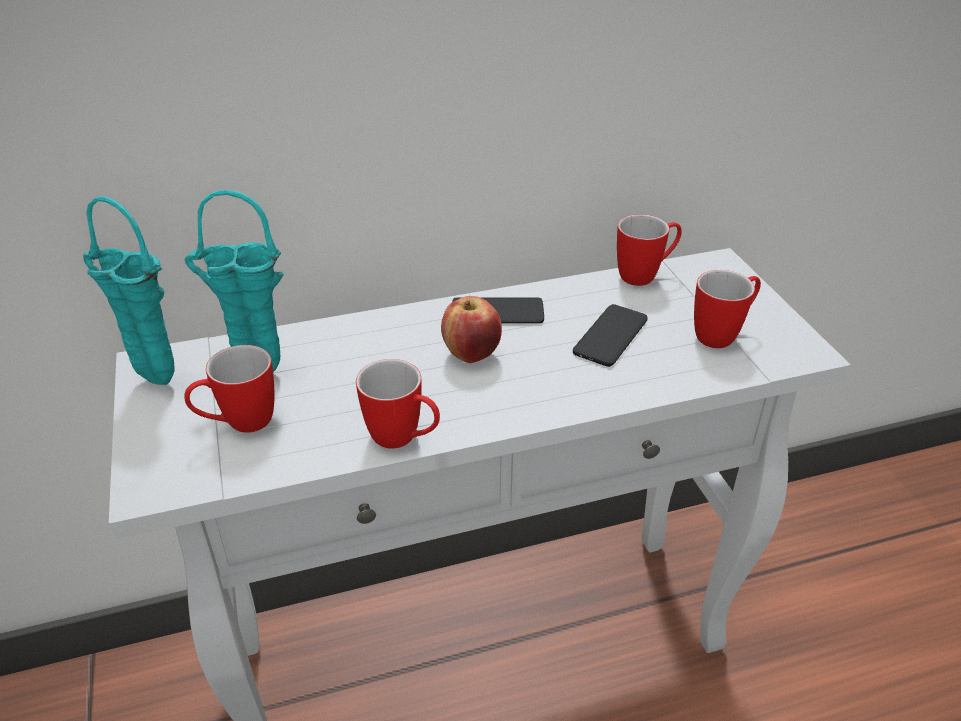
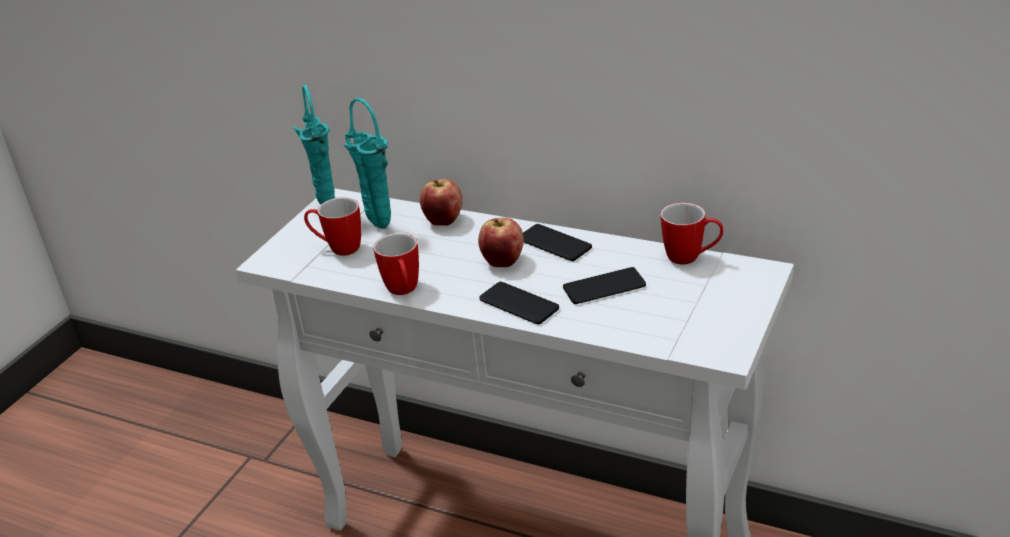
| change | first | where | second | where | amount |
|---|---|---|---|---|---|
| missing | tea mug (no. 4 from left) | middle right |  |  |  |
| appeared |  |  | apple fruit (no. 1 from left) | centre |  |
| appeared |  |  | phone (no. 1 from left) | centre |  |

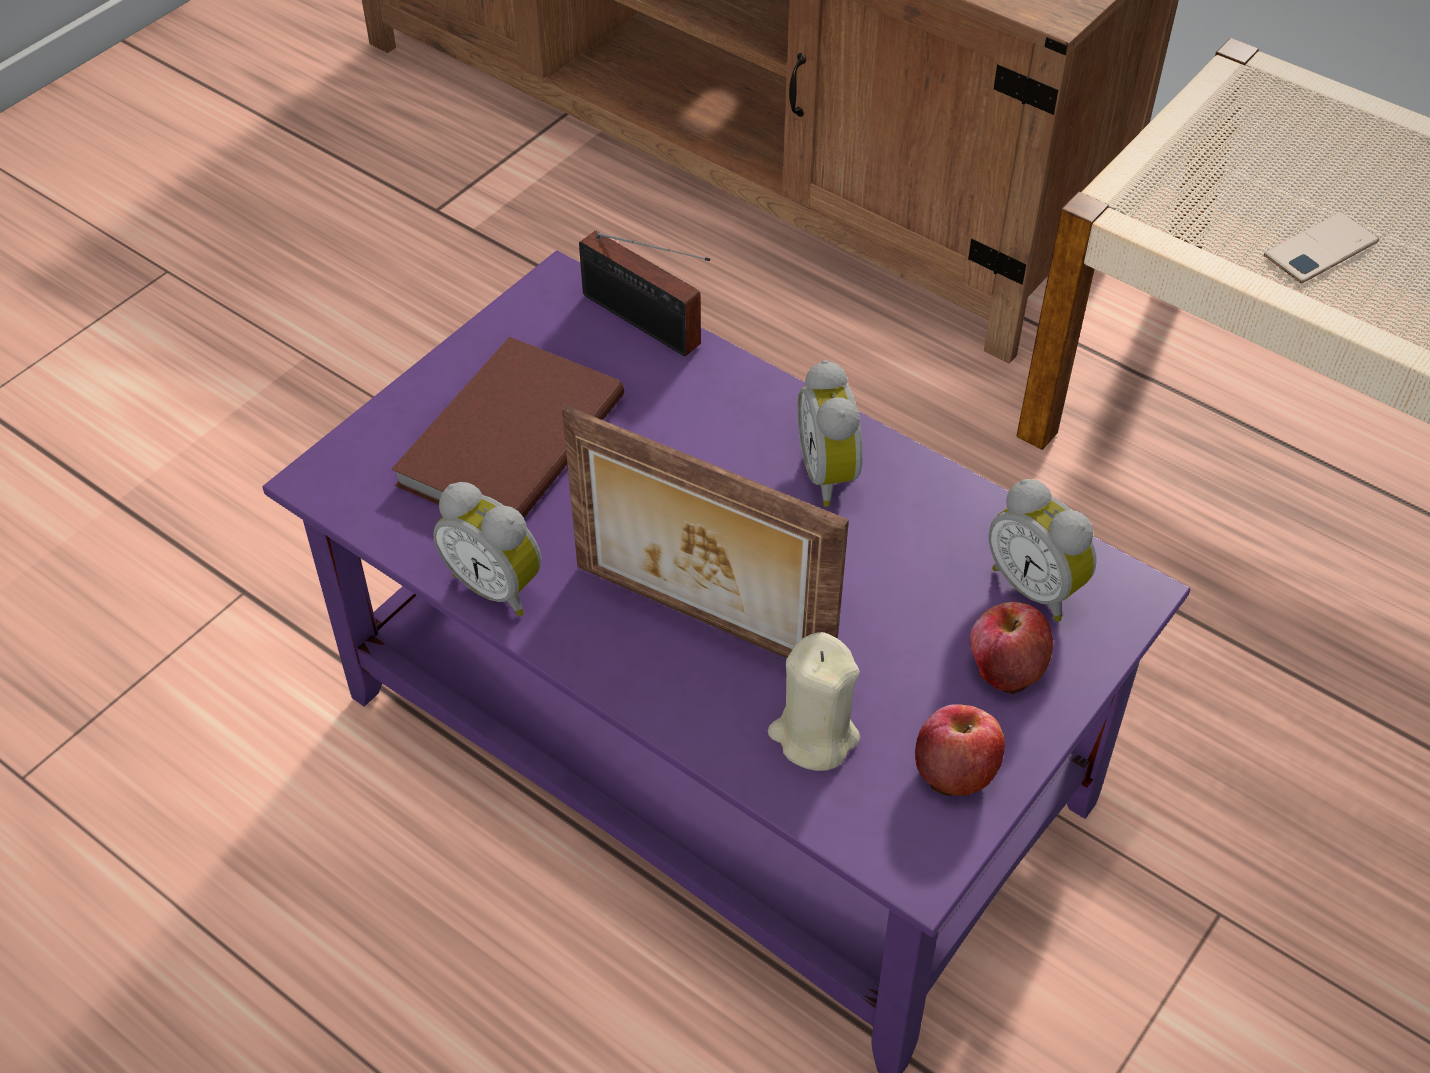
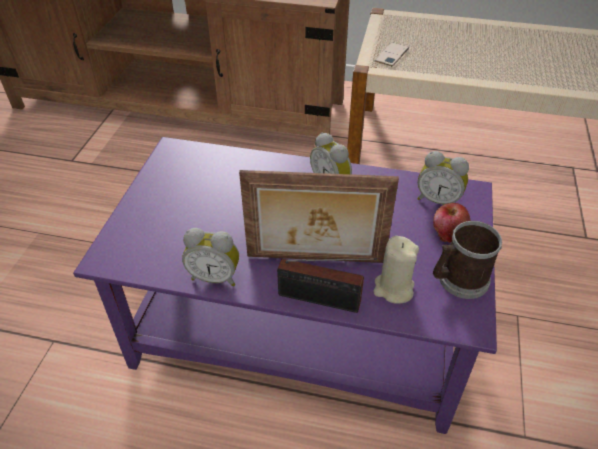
| change | first | where | second | where | amount |
|---|---|---|---|---|---|
| missing | brownish bound book | centre |  |  |  |
| relocated | radio receiver | top centre |  | centre |  |
| relocated | phone | top right |  | top centre |  |
| exchanged | apple fruit (no. 1 from left) | bottom right | tea mug | middle right |  |

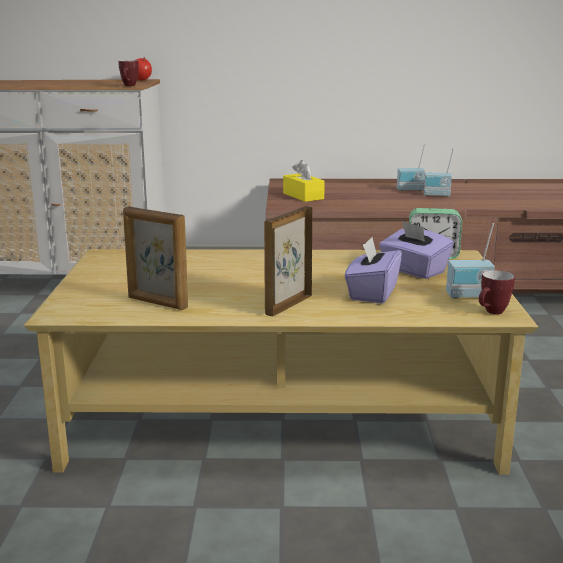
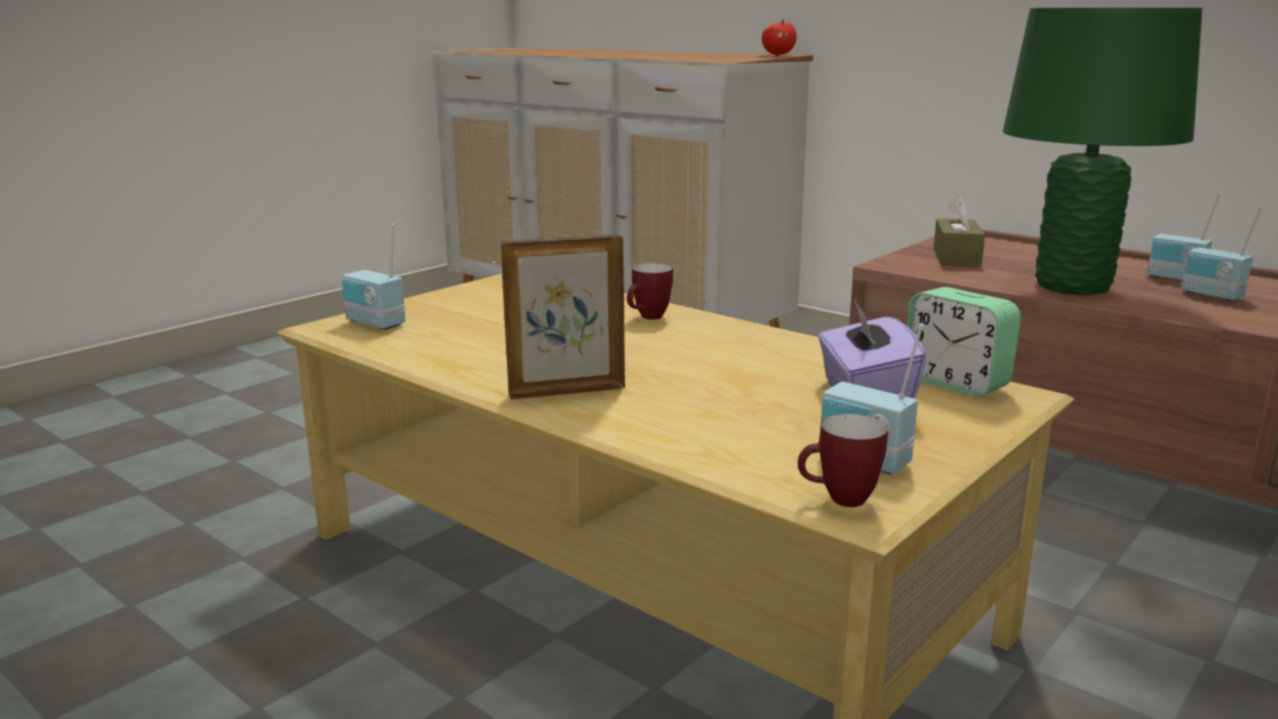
| change | first | where | second | where | amount |
|---|---|---|---|---|---|
| missing | standing frame (no. 1 from left) | middle left |  |  |  |
| missing | purple-coloured tissue box (no. 1 from left) | centre |  |  |  |
| appeared |  |  | radio receiver (no. 1 from left) | middle left |  |
| appeared |  |  | green-coloured table lamp | top right |  |
| relocated | tea mug (no. 1 from left) | top left |  | centre |  |
| colour | yellow tissue box | top centre | brownish tissue box | top right |  |

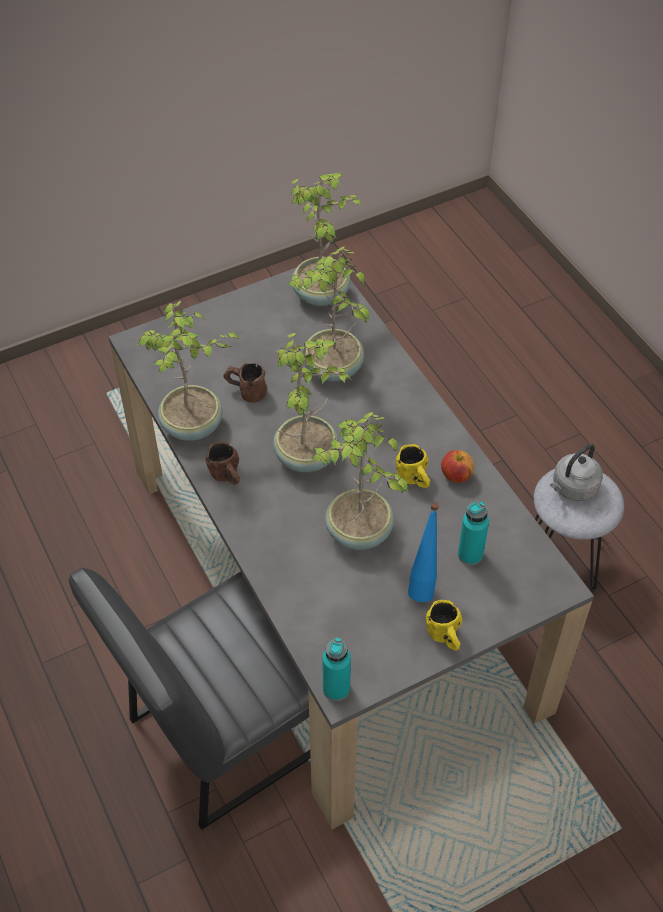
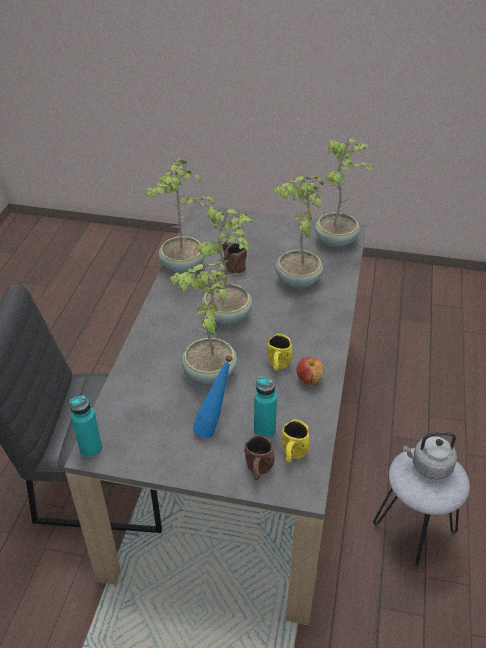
| change | first | where | second | where | amount |
|---|---|---|---|---|---|
| relocated | brownish tea mug (no. 1 from left in the first image) | centre | brownish tea mug (no. 2 from left) | bottom centre |  |
| relocated | yellow tea mug (no. 2 from left) | bottom right |  | bottom centre |  |

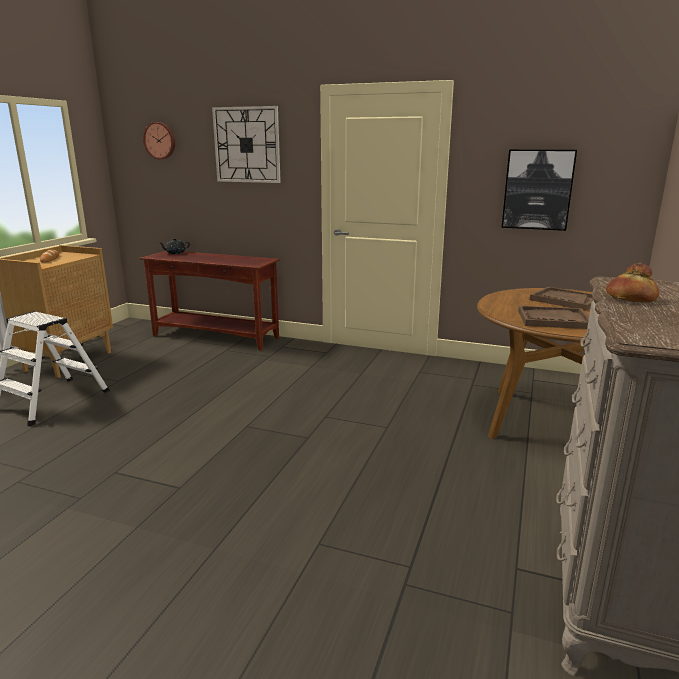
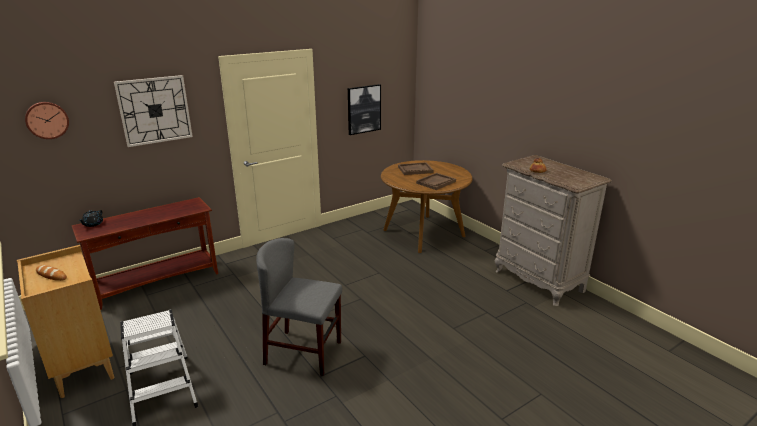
| change | first | where | second | where | amount |
|---|---|---|---|---|---|
| appeared |  |  | greyish upright chair | bottom centre |  |

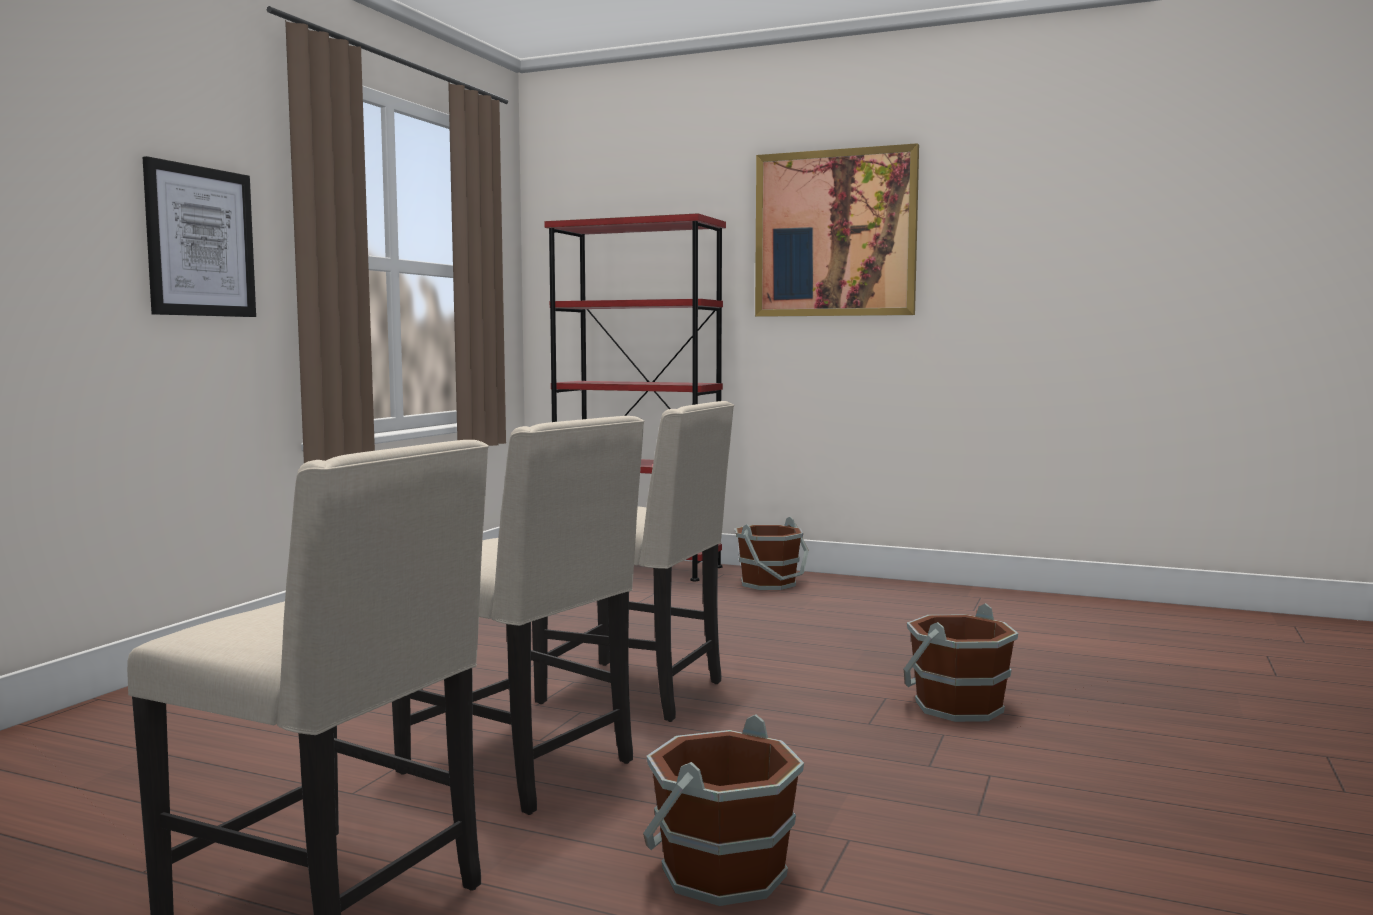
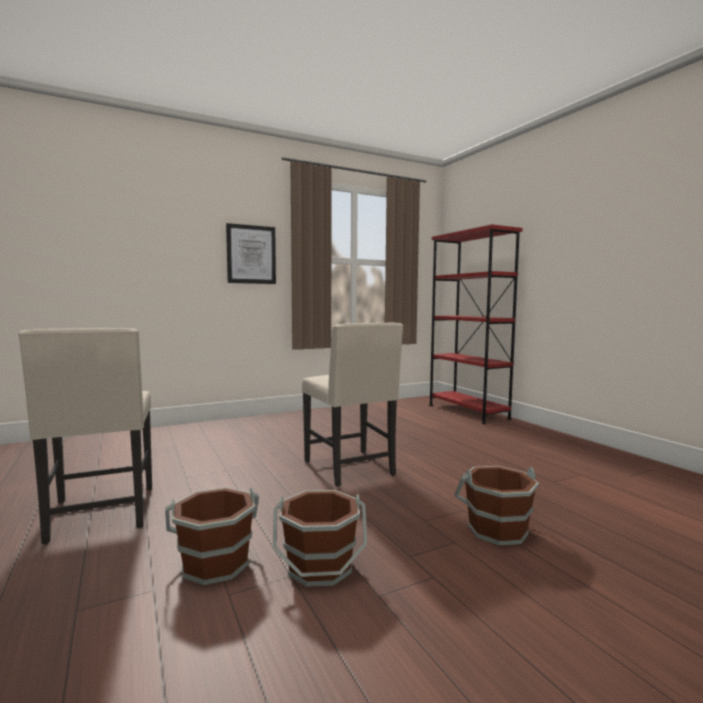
| change | first | where | second | where | amount |
|---|---|---|---|---|---|
| missing | beige-coloured upright chair (no. 2 from left) | bottom centre |  |  |  |
| missing | picture (no. 2 from left) | top centre |  |  |  |
| relocated | brownish pail (no. 2 from left) | centre |  | bottom centre |  |

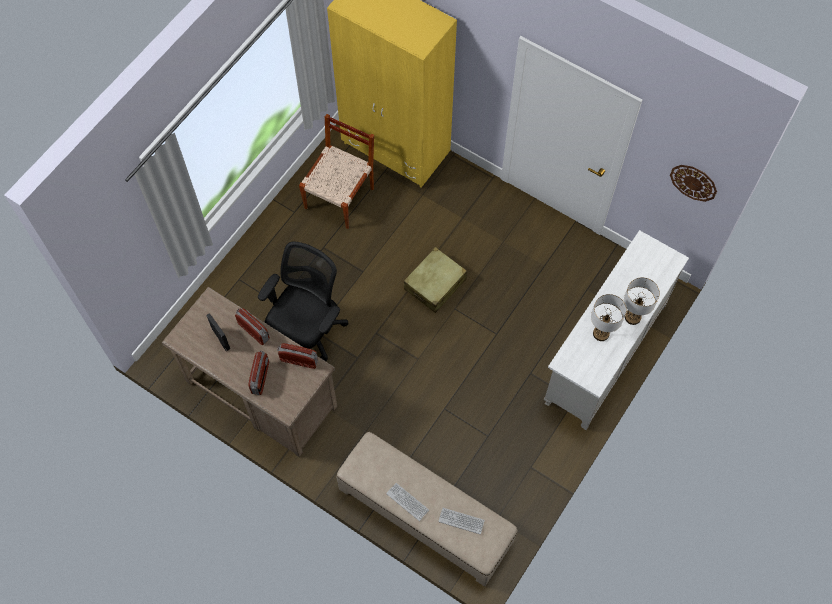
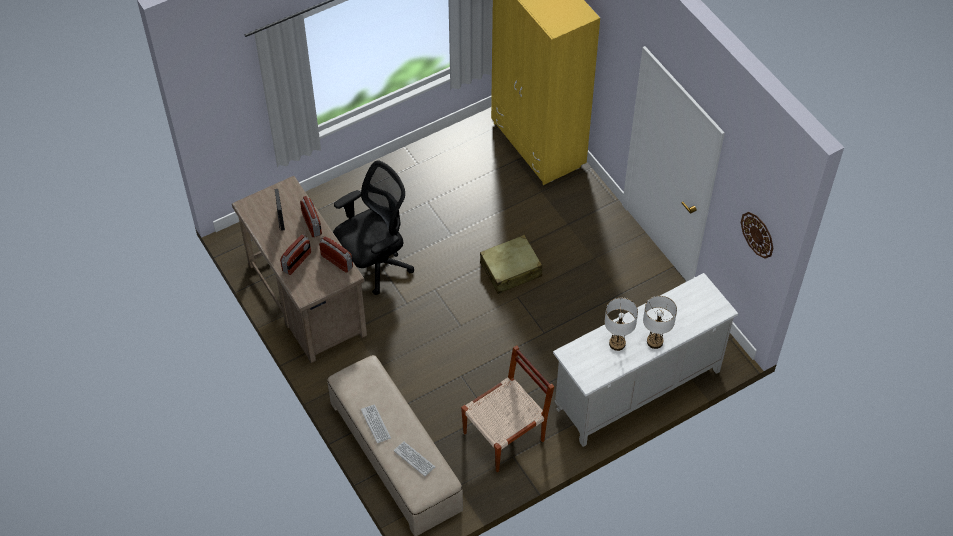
| change | first | where | second | where | amount |
|---|---|---|---|---|---|
| relocated | upright chair | top centre |  | bottom centre |  |

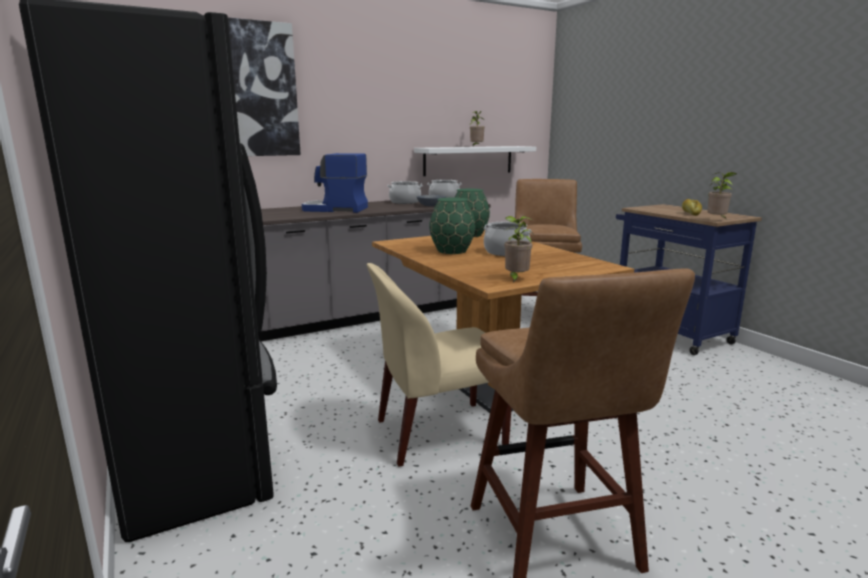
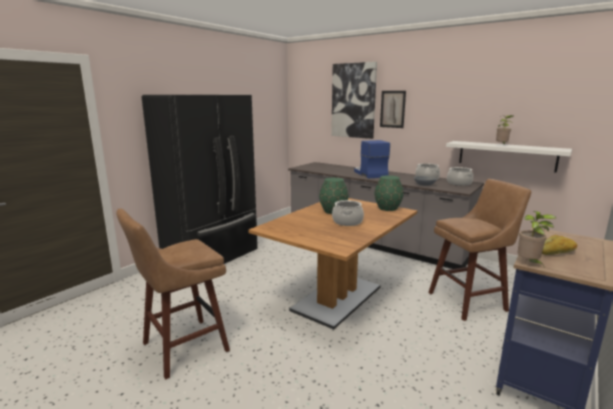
| change | first | where | second | where | amount |
|---|---|---|---|---|---|
| missing | beige-coloured upright chair | centre |  |  |  |
| missing | potted plant (no. 2 from left) | centre |  |  |  |
| appeared |  |  | picture (no. 2 from left) | top centre |  |

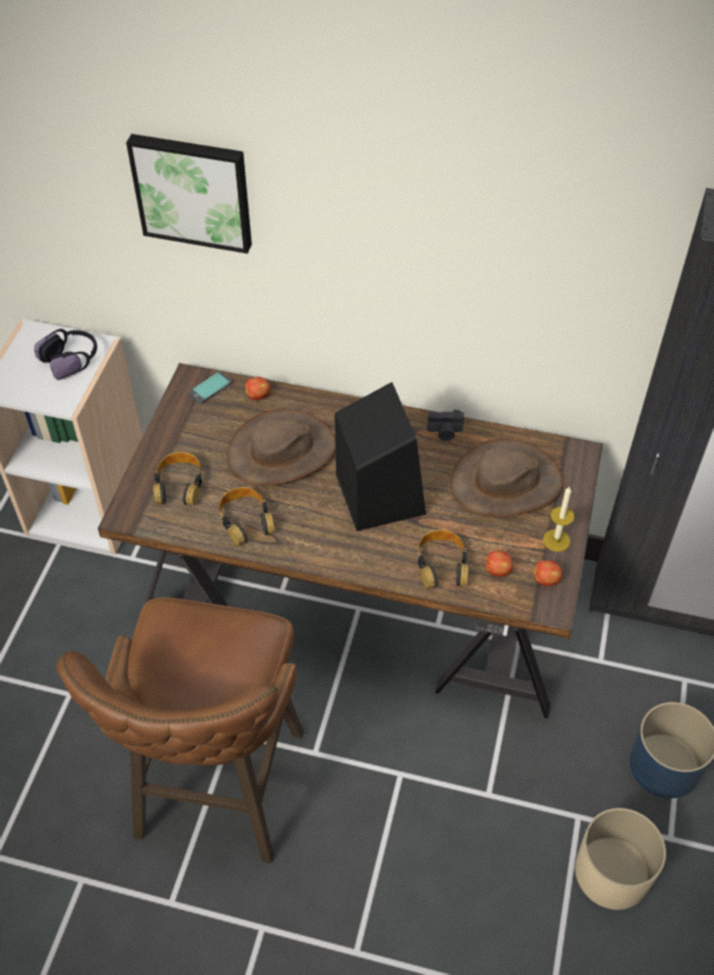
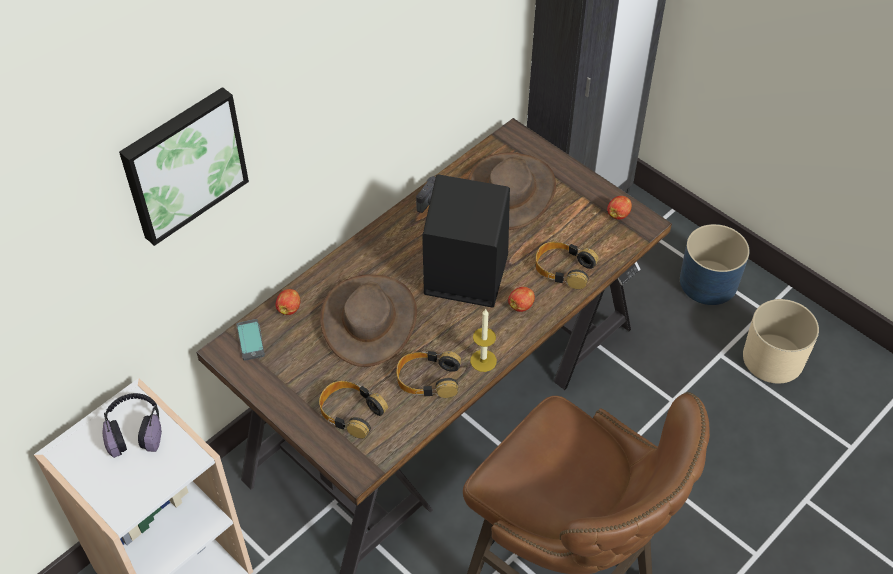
| change | first | where | second | where | amount |
|---|---|---|---|---|---|
| relocated | apple fruit (no. 2 from left) | middle right |  | centre |  |
| relocated | wax light | middle right |  | centre |  |

